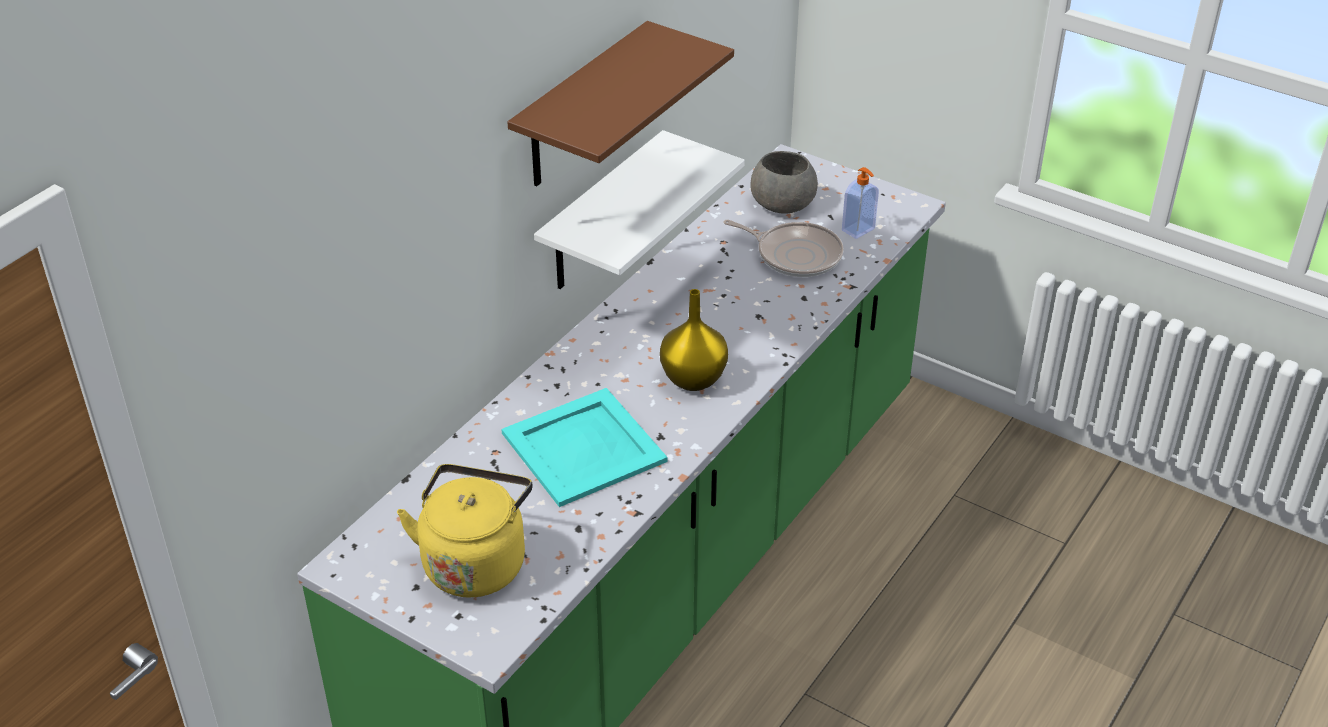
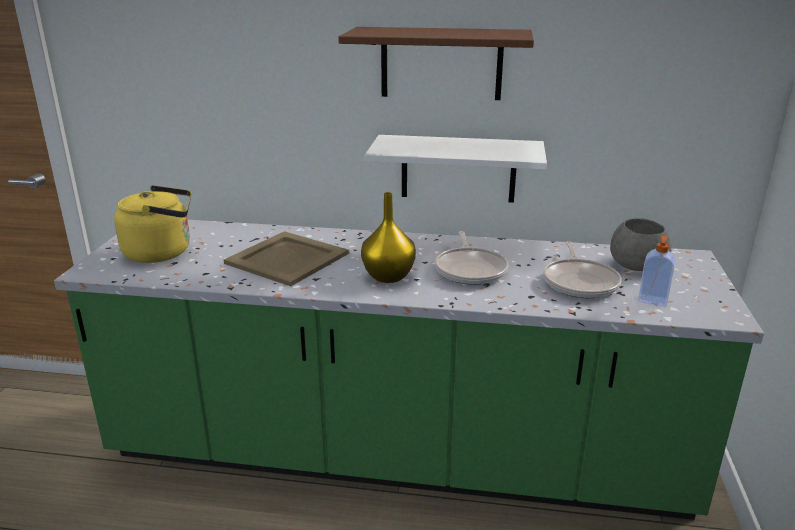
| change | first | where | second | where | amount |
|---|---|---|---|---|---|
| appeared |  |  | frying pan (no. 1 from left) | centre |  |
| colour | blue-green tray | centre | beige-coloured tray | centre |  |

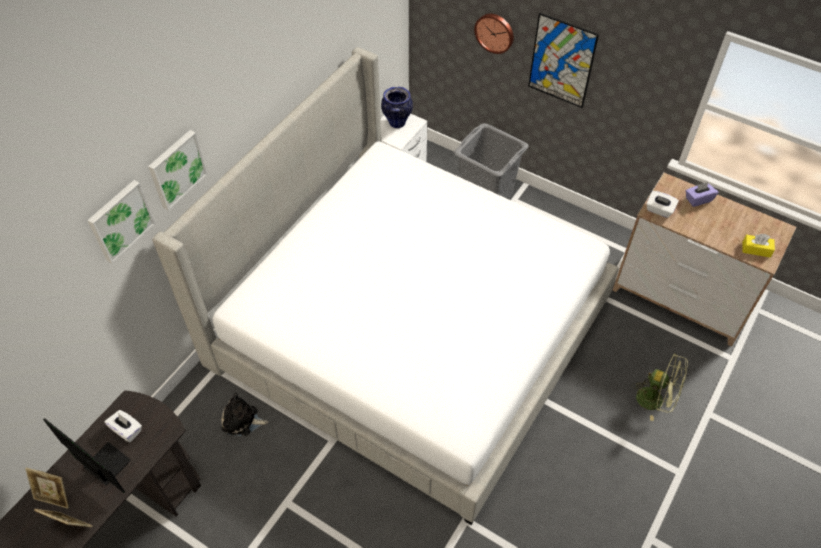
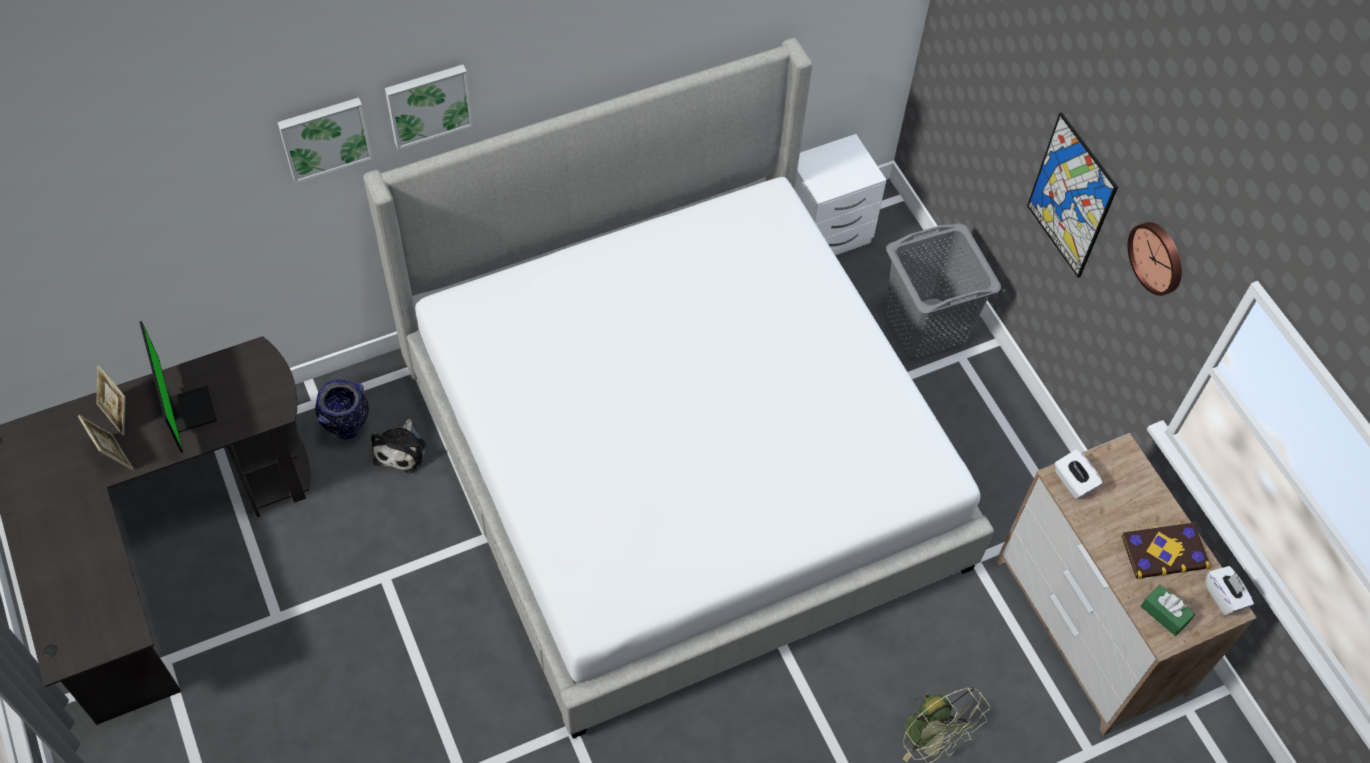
| change | first | where | second | where | amount |
|---|---|---|---|---|---|
| missing | purple-coloured tissue box | middle right |  |  |  |
| appeared |  |  | bound book | bottom right |  |
| relocated | whitish tissue box (no. 1 from left in the first image) | bottom left | whitish tissue box (no. 2 from left) | bottom right |  |
| relocated | vase | top centre |  | middle left |  |
| relocated | clock on the wall | top centre |  | middle right |  |
| colour | yellow tissue box | middle right | green-coloured tissue box | bottom right |  |
| spun | plush toy | bottom left |  | middle left | 120 degrees counterclockwise |

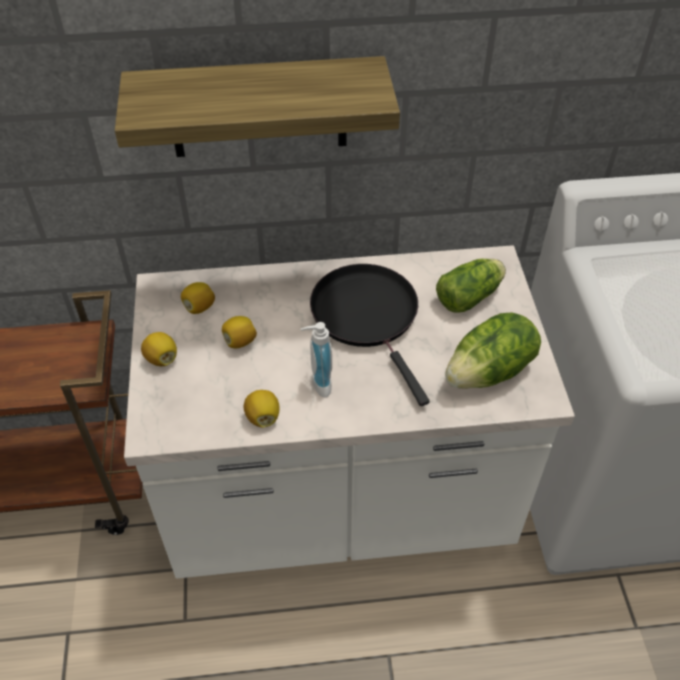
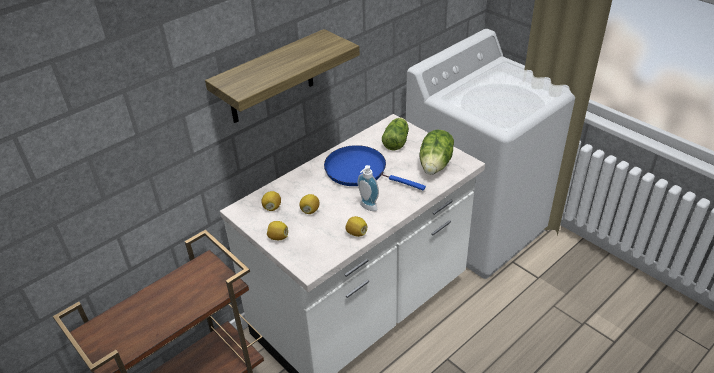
| change | first | where | second | where | amount |
|---|---|---|---|---|---|
| colour | black frying pan | centre | bluish frying pan | centre |  |

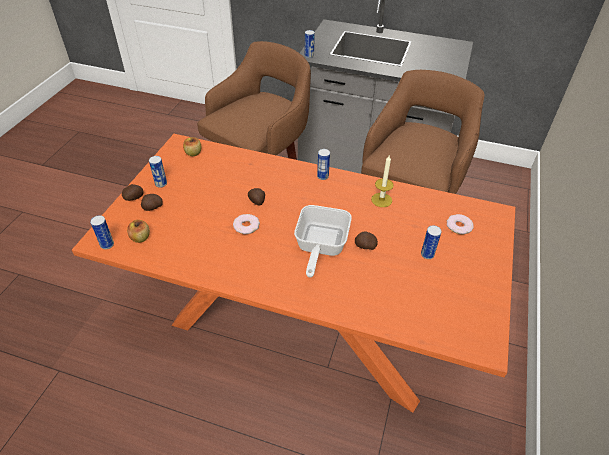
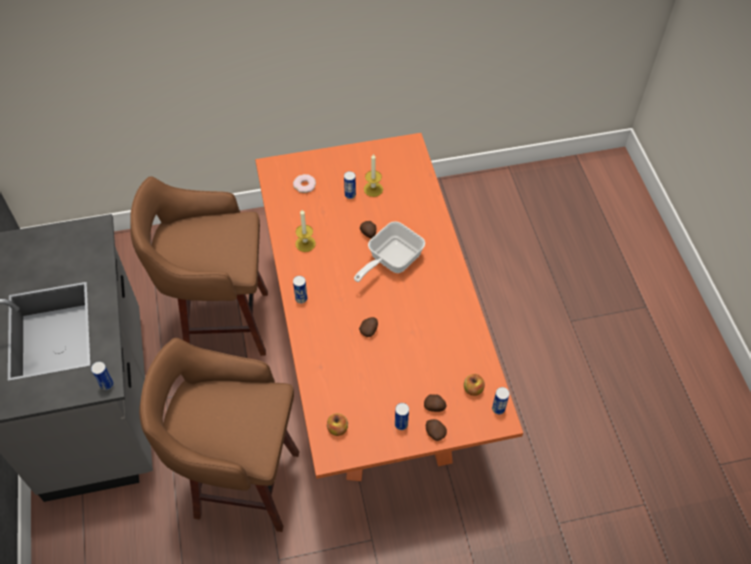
| change | first | where | second | where | amount |
|---|---|---|---|---|---|
| missing | doughnut (no. 1 from left) | centre |  |  |  |
| appeared |  |  | wax light (no. 2 from left) | top centre |  |
| spun | frying pan | centre |  | centre | 150 degrees clockwise |

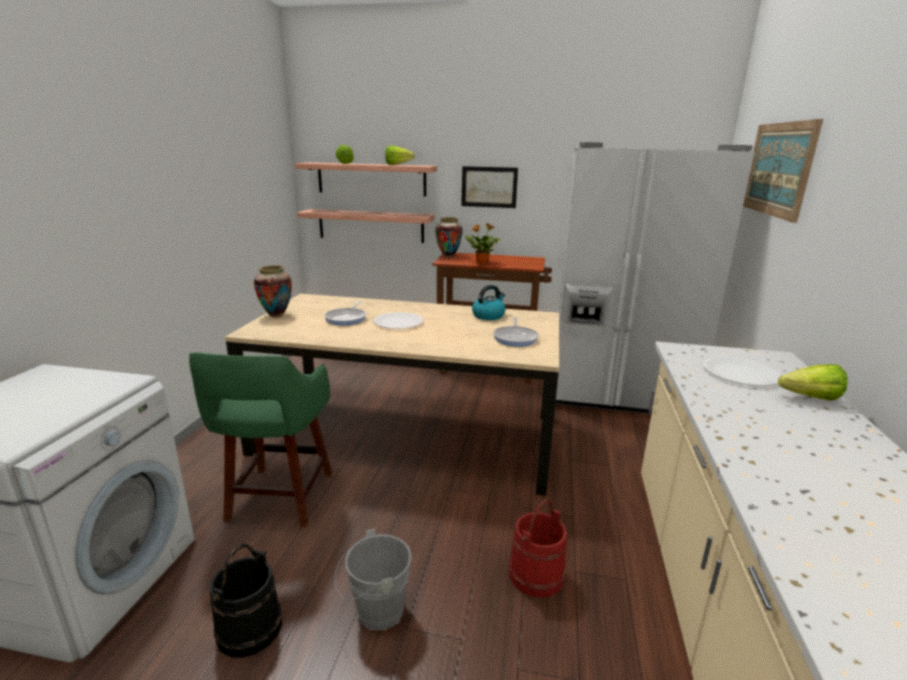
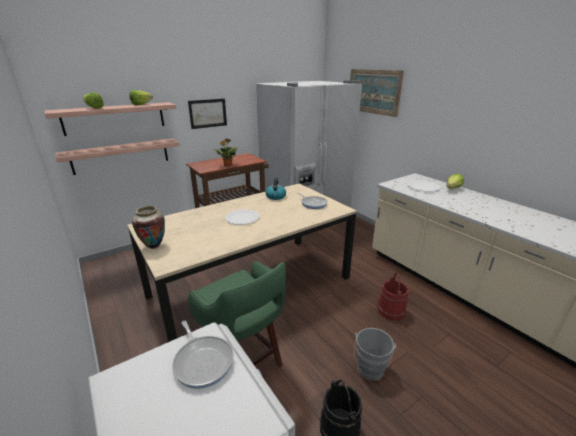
| change | first | where | second | where | amount |
|---|---|---|---|---|---|
| missing | vase (no. 2 from left) | centre |  |  |  |
| relocated | frying pan (no. 1 from left) | centre |  | bottom centre |  |

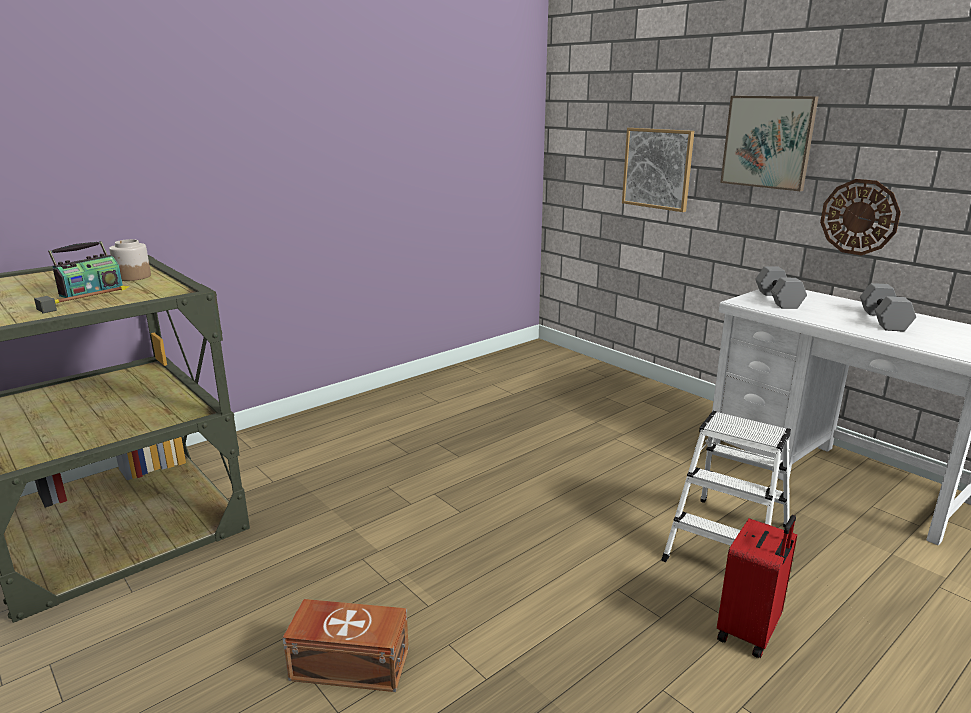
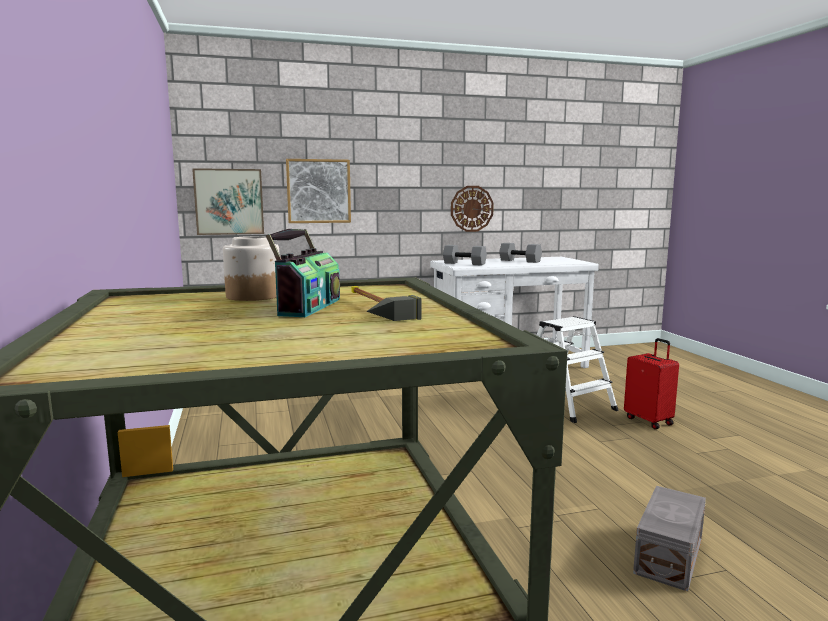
| change | first | where | second | where | amount |
|---|---|---|---|---|---|
| relocated | picture (no. 2 from left in the first image) | top right | picture (no. 1 from left) | top left |  |
| colour | brownish storage container | bottom centre | greyish storage container | bottom right |  |
| spun | radio receiver | middle left |  | centre | 45 degrees clockwise |

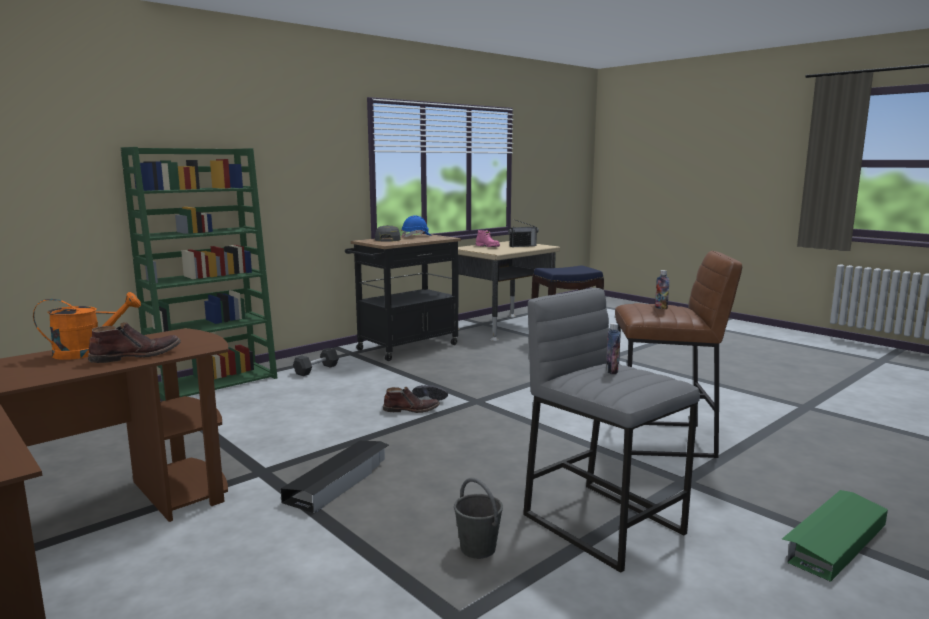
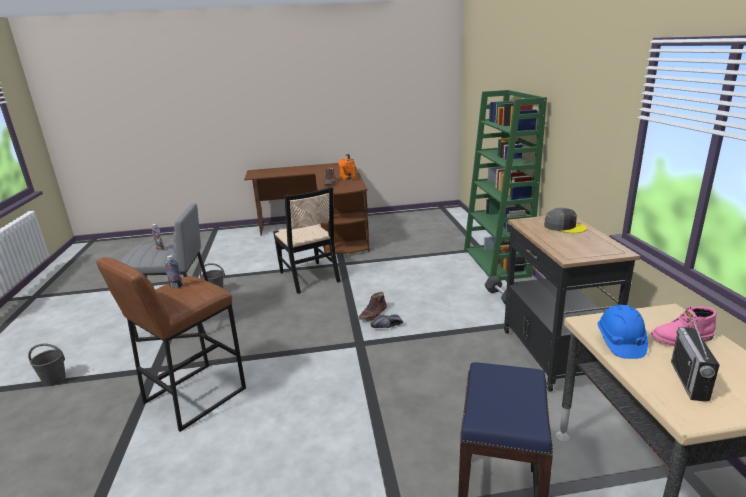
| change | first | where | second | where | amount |
|---|---|---|---|---|---|
| relocated | bluish work helmet | centre |  | bottom right |  |
| exchanged | black storage container | bottom centre | upright chair | centre |  |
| exchanged | green-coloured storage container | bottom right | greyish pail (no. 1 from left) | bottom left |  |

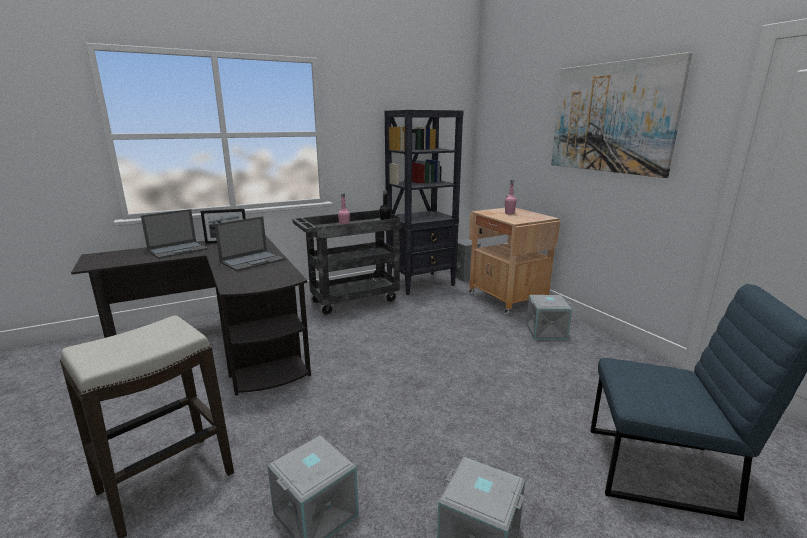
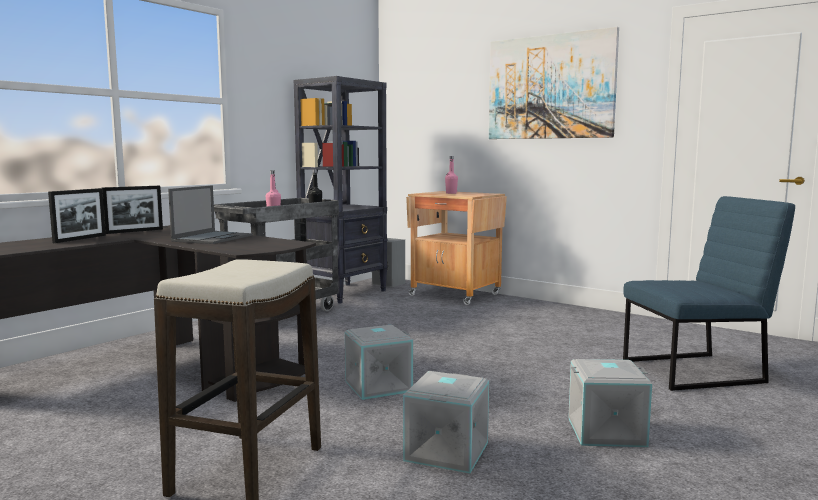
| change | first | where | second | where | amount |
|---|---|---|---|---|---|
| relocated | greyish storage container (no. 3 from left in the first image) | middle right | greyish storage container (no. 1 from left) | bottom centre |  |
| exchanged | portable computer (no. 1 from left) | middle left | standing frame (no. 1 from left) | middle left |  |

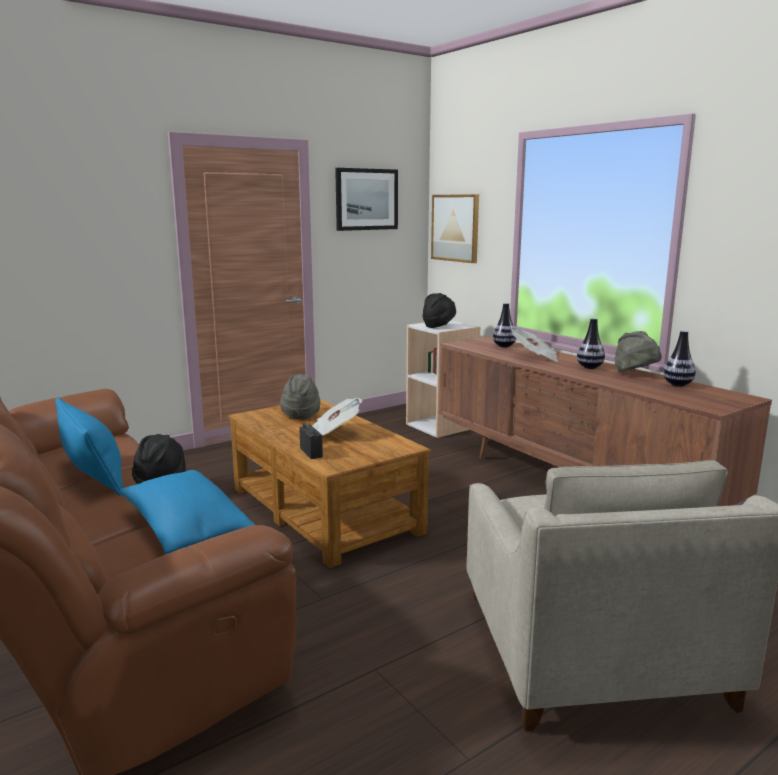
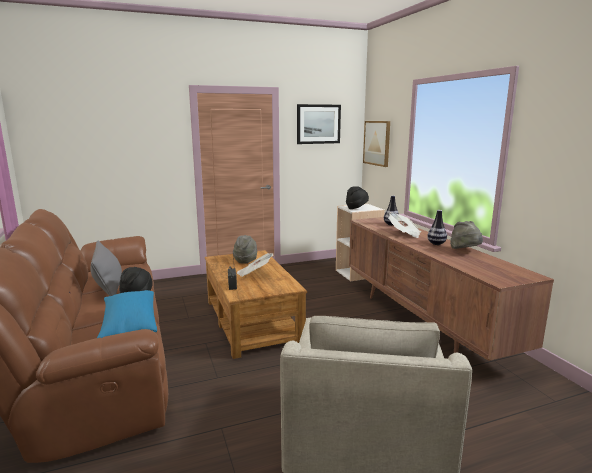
| change | first | where | second | where | amount |
|---|---|---|---|---|---|
| missing | vase (no. 3 from left) | middle right |  |  |  |
| colour | bluish cushion (no. 1 from left) | middle left | greyish cushion | middle left |  |

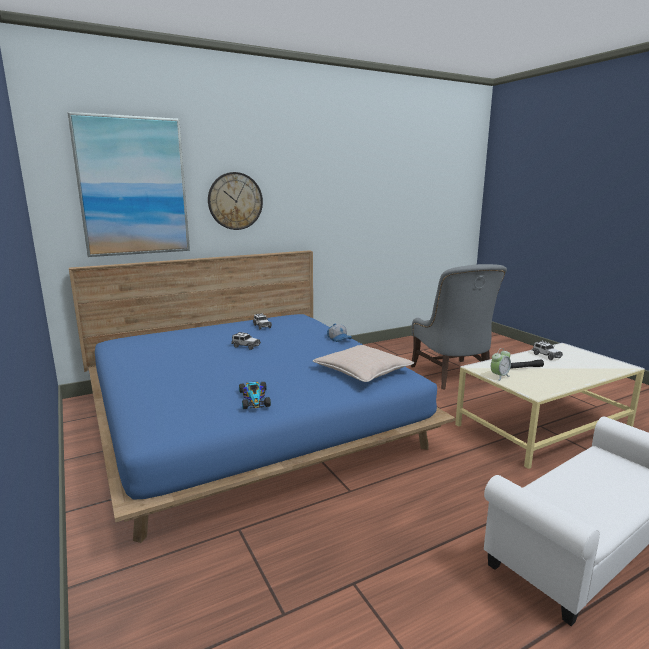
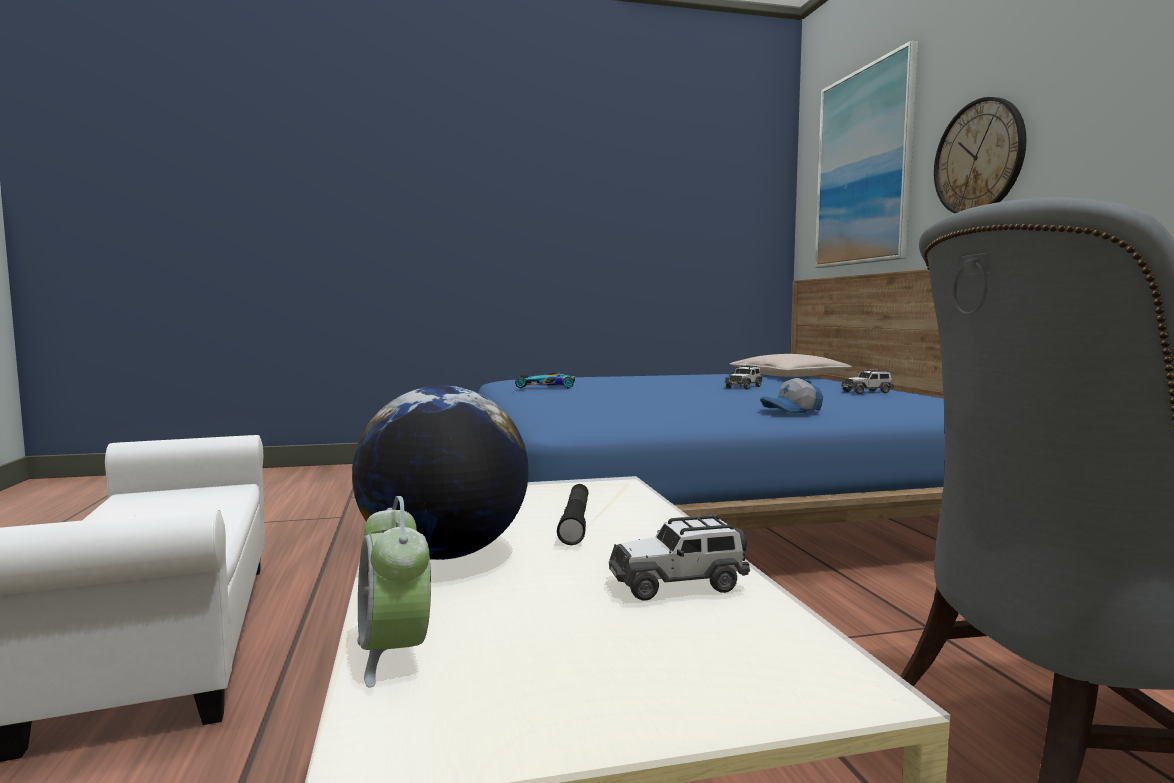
| change | first | where | second | where | amount |
|---|---|---|---|---|---|
| appeared |  |  | world globe | centre |  |
| relocated | beige-coloured cushion | centre |  | middle right |  |
| relocated | alarm clock | middle right |  | bottom centre |  |

